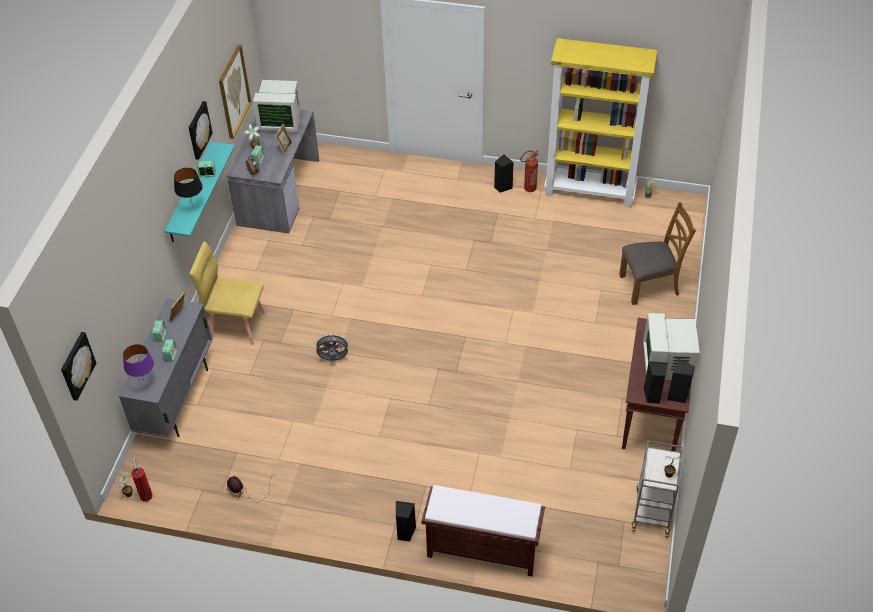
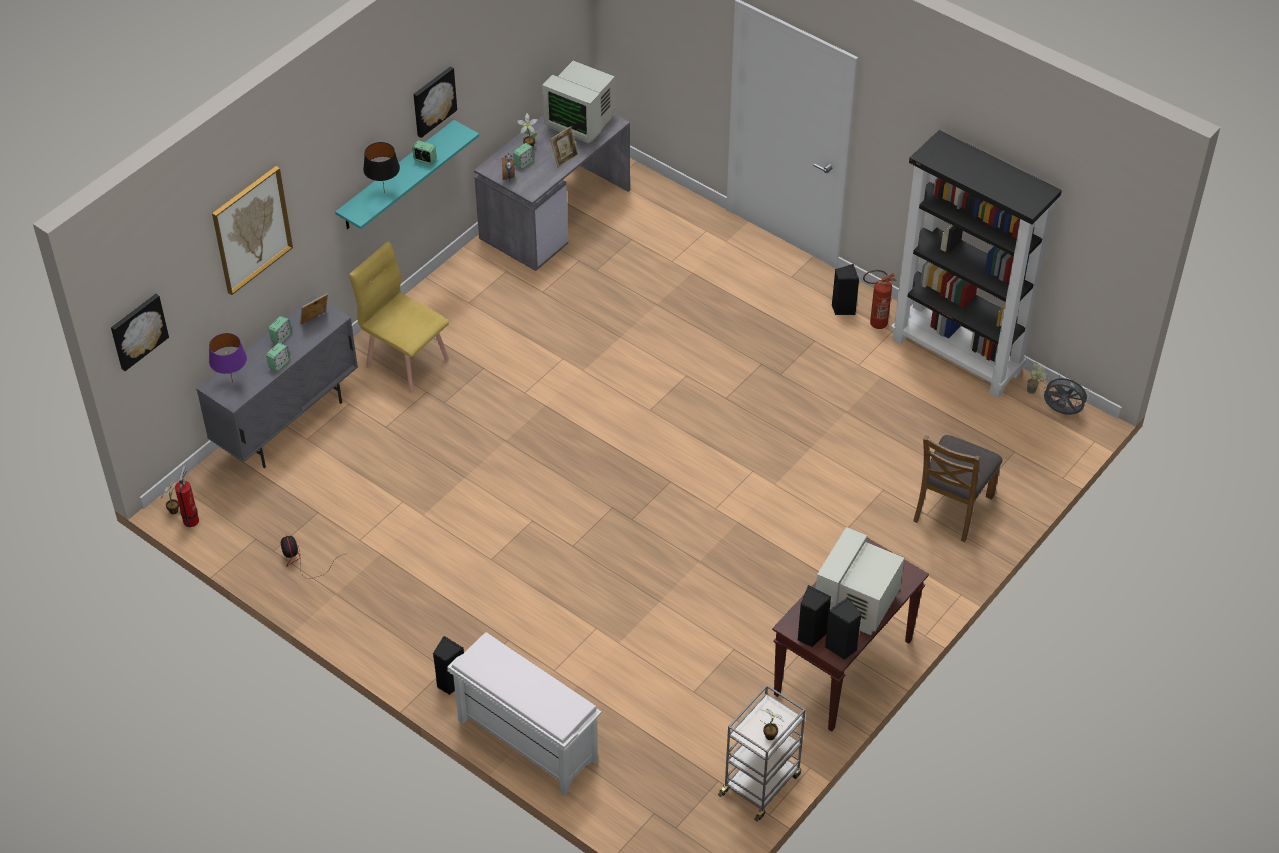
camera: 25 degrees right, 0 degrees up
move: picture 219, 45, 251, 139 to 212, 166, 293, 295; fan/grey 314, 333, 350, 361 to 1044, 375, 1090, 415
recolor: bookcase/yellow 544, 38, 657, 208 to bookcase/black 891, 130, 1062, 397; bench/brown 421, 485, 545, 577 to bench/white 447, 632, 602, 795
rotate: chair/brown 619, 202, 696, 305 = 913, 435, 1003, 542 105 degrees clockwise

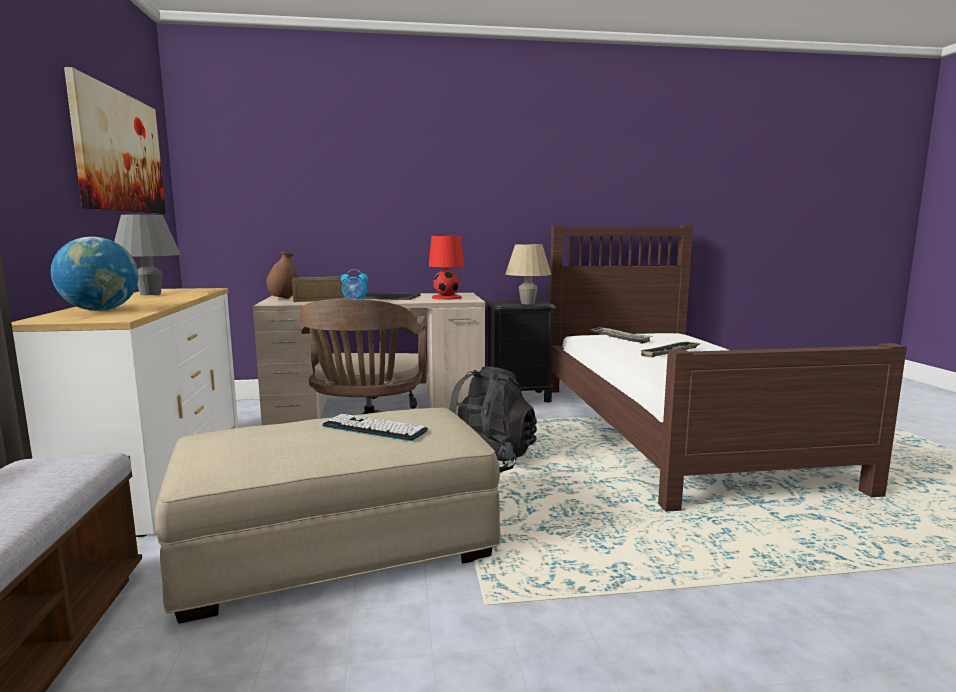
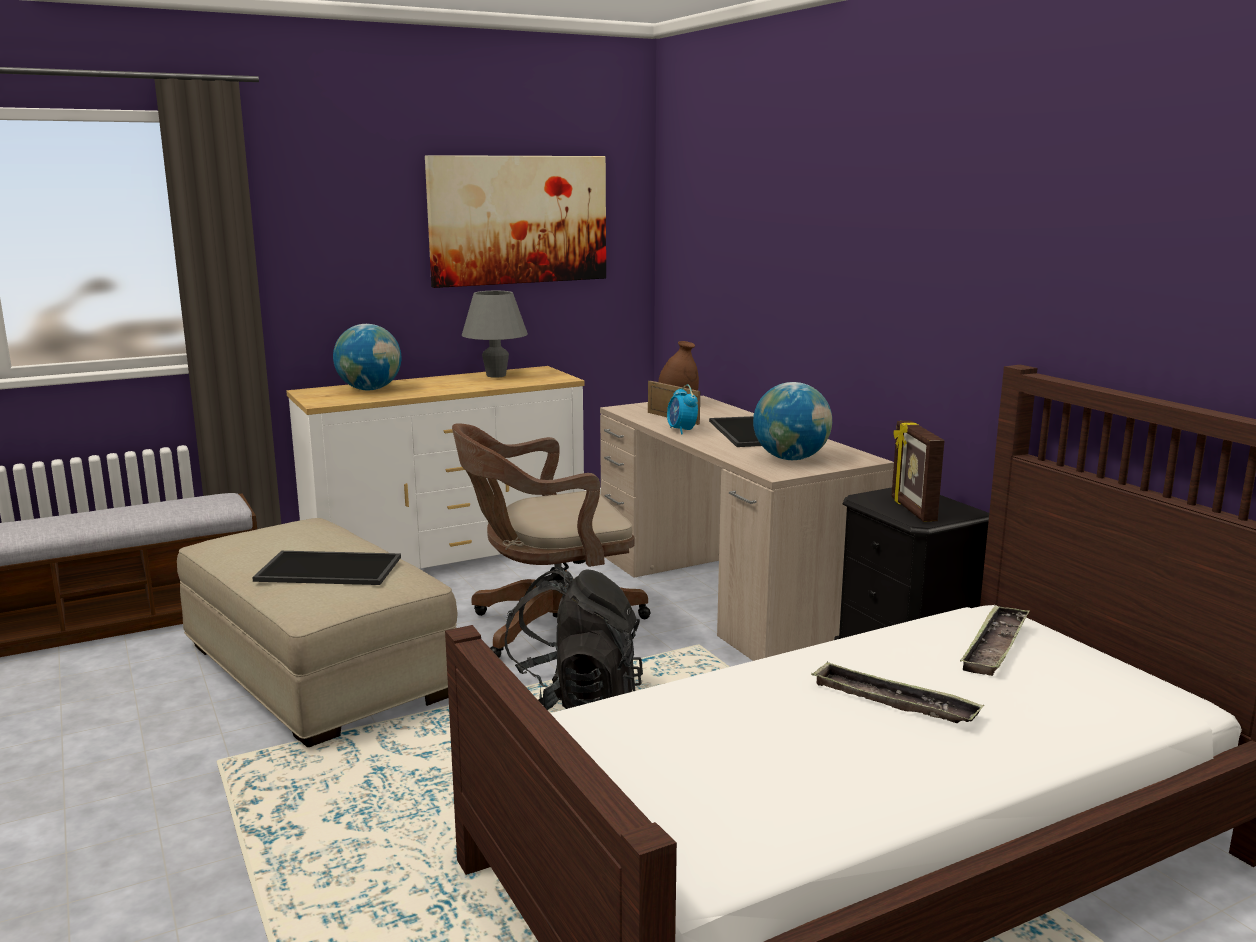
camera: 70 degrees right, 5 degrees up
replace: table lamp/red 429, 236, 464, 300 to globe 753, 382, 832, 460; table lamp/beige 505, 244, 552, 304 to picture frame 892, 421, 944, 522; keyboard 322, 414, 428, 441 to tray 252, 551, 401, 585

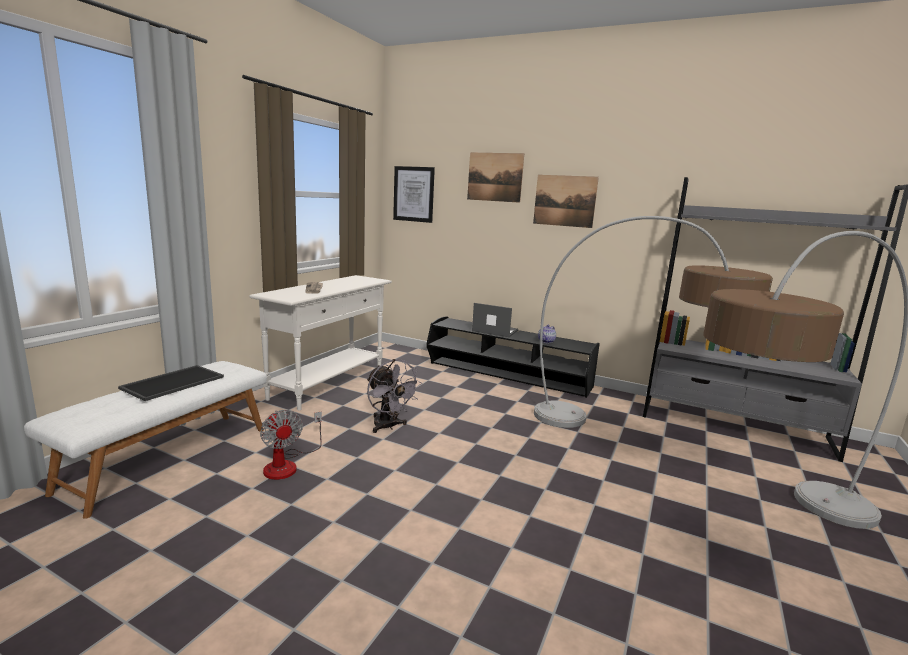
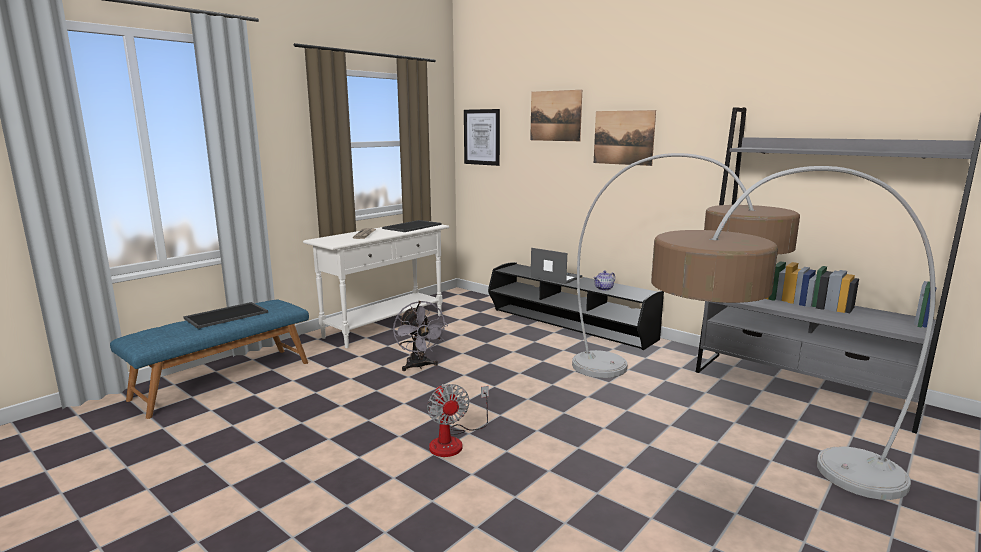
camera: 15 degrees right, 0 degrees up
insert: tray 382, 220, 442, 232
move: fan 260, 410, 322, 480 to 427, 384, 489, 457
recolor: bench/white 24, 361, 267, 519 to bench/blue 110, 300, 309, 419

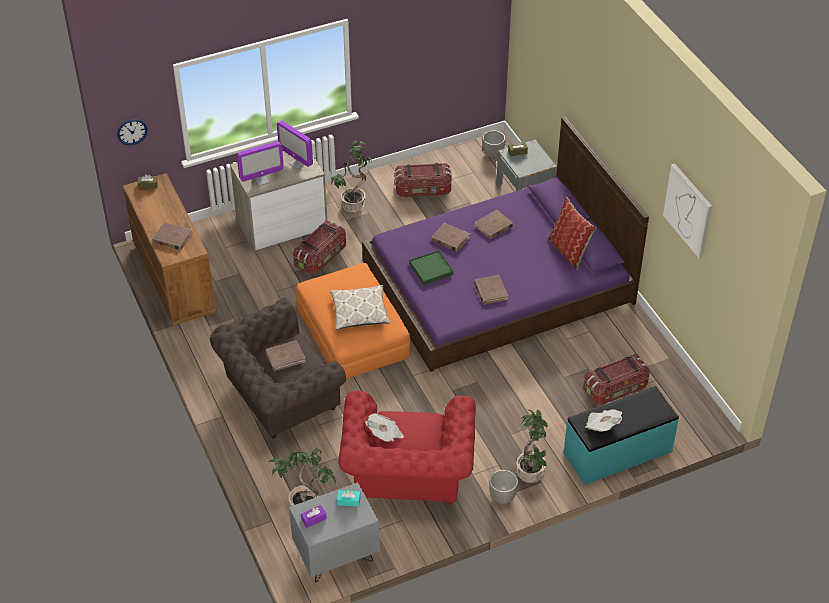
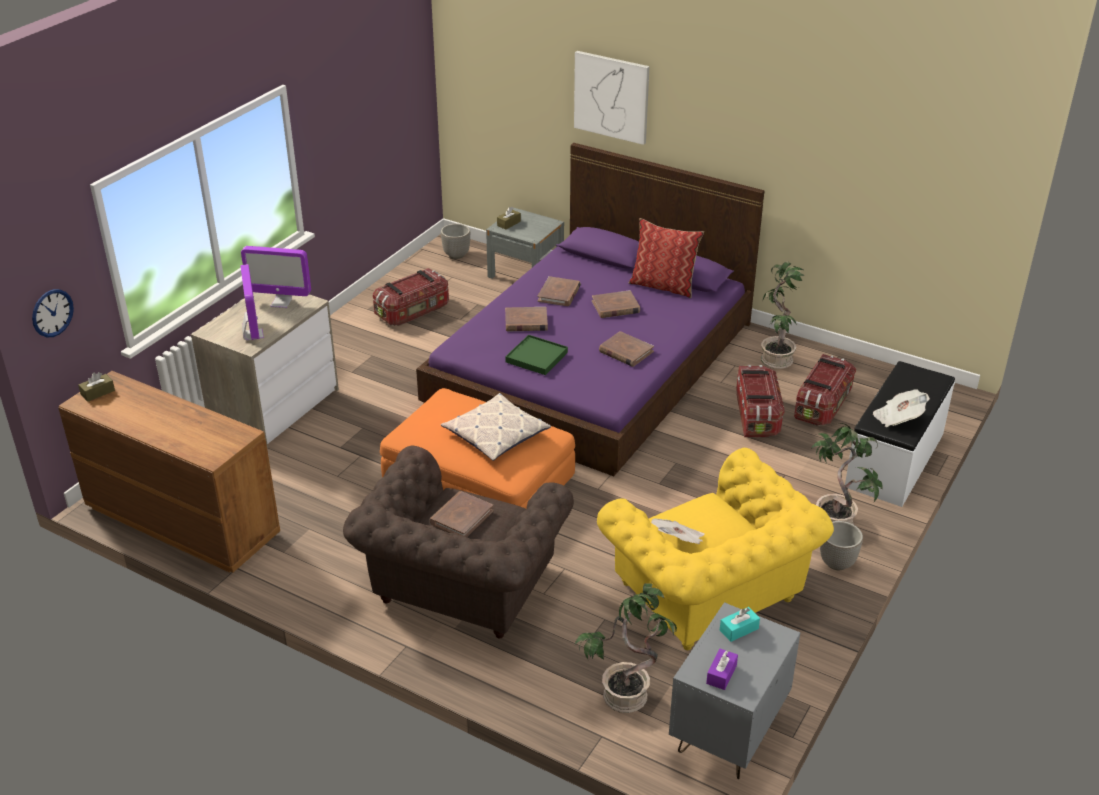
camera: 35 degrees left, 10 degrees down
move: potted plant 331, 141, 372, 213 to 761, 261, 805, 369; picture 663, 163, 712, 258 to 574, 51, 650, 145; storage box 293, 220, 346, 274 to 737, 365, 785, 437; book/brown 152, 222, 193, 250 to 592, 290, 640, 318
recolor: bench/turquoise 564, 386, 679, 485 to bench/white 845, 361, 955, 507; armchair/red 338, 391, 476, 505 to armchair/yellow 597, 448, 834, 650
rotate: monitor 237, 141, 284, 186 = 241, 264, 264, 340 45 degrees counterclockwise

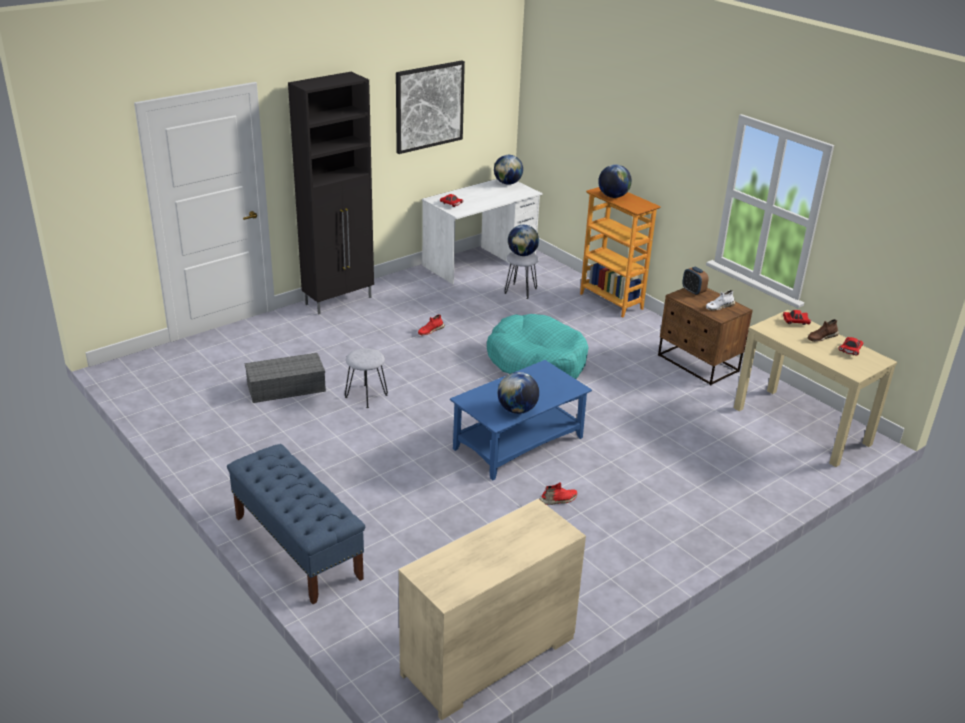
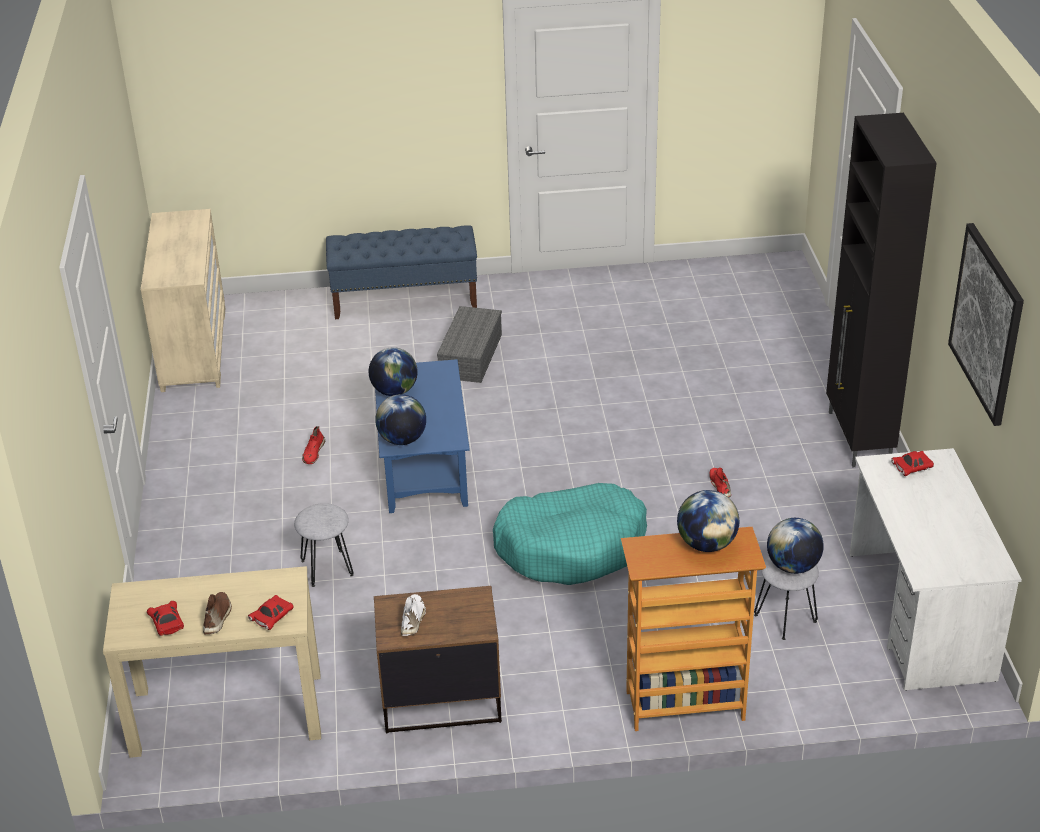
camera: 125 degrees right, 5 degrees up
delete: alarm clock 682, 267, 709, 295
move: globe 494, 155, 523, 185 to 375, 394, 426, 445; stool/grey 345, 348, 388, 408 to 294, 503, 354, 587; storage box/grey 245, 353, 326, 403 to 437, 306, 502, 383

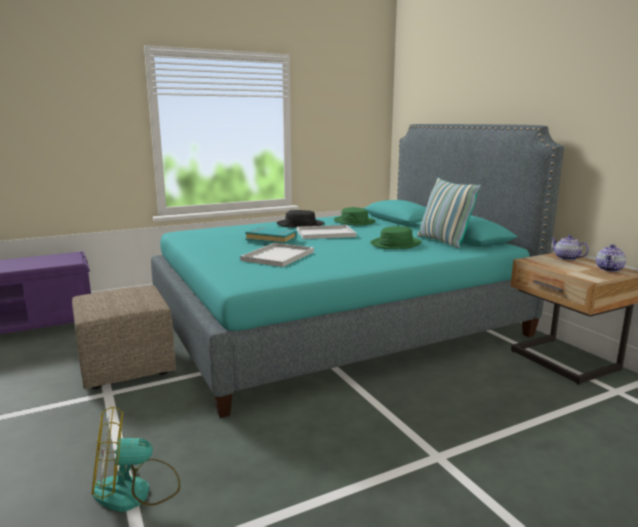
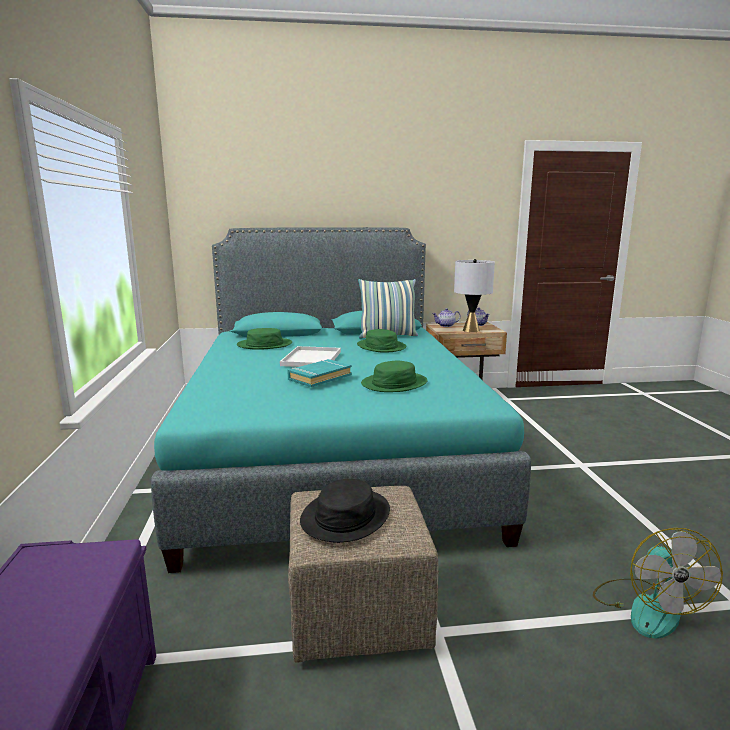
camera: 70 degrees left, 0 degrees up
insert: table lamp/grey 454, 259, 495, 332
move: hat/black 277, 210, 324, 228 to 300, 479, 390, 543
replace: tray/white 240, 243, 314, 267 to hat/green 361, 360, 428, 392

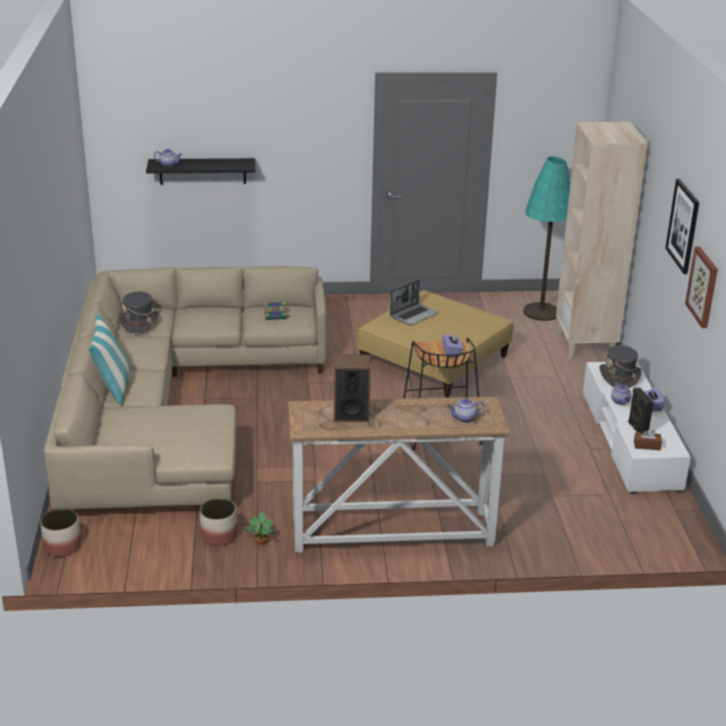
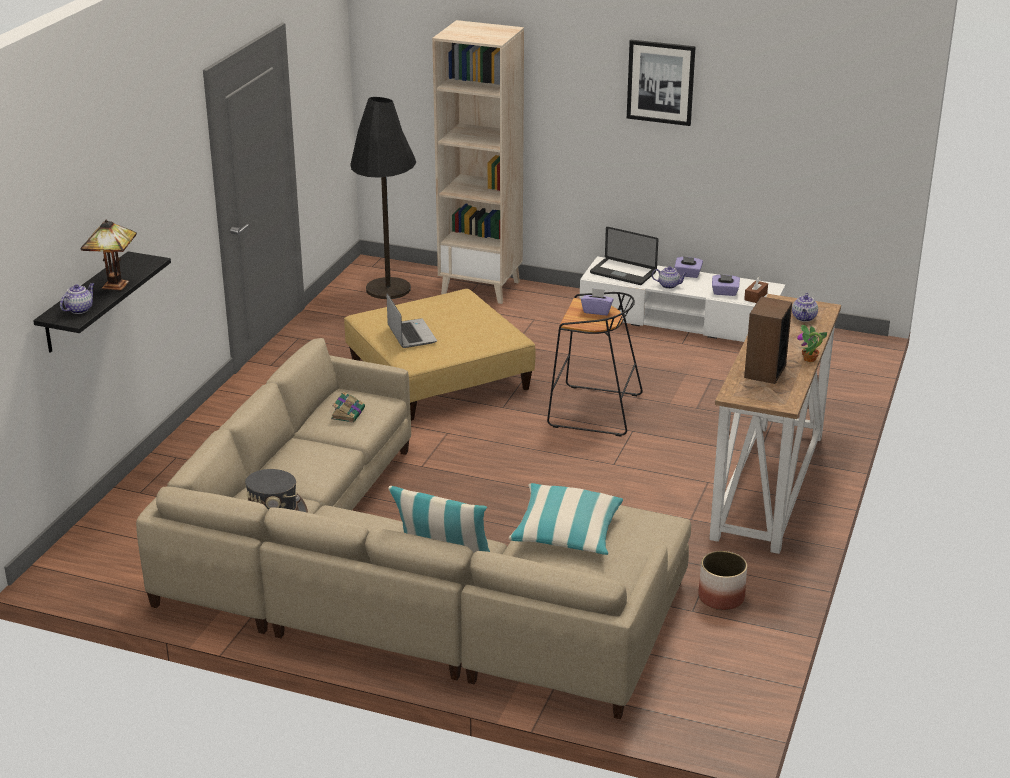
camera: 65 degrees left, 0 degrees up
delete: picture 685, 247, 718, 328; planter 40, 508, 81, 557
insert: table lamp 81, 220, 137, 291; pillow 509, 483, 623, 555
move: potted plant 244, 513, 278, 546 to 797, 325, 827, 362
replace: hat/grey 599, 345, 642, 388 to laptop 590, 227, 658, 285; speaker/black 628, 388, 653, 433 to tissue box/purple 712, 274, 740, 296
recolor: floor lamp/turquoise 523, 156, 570, 321 to floor lamp/black 350, 97, 416, 299

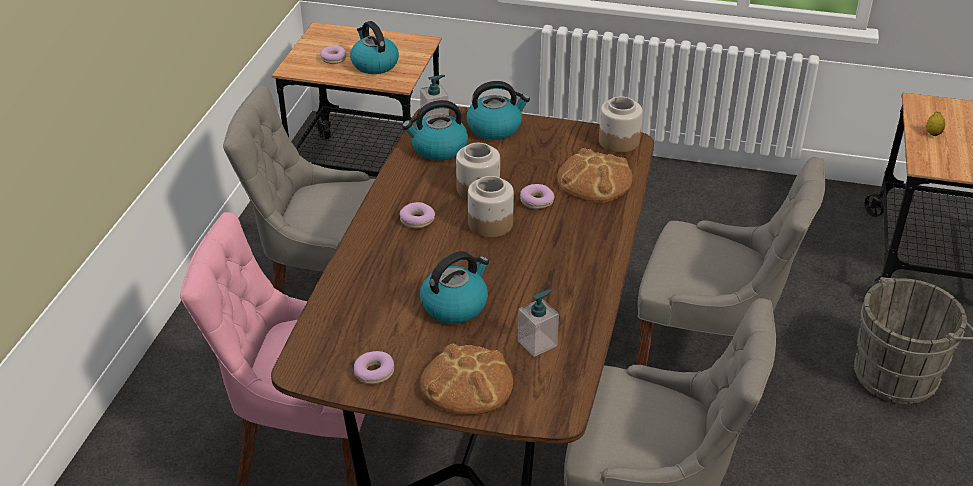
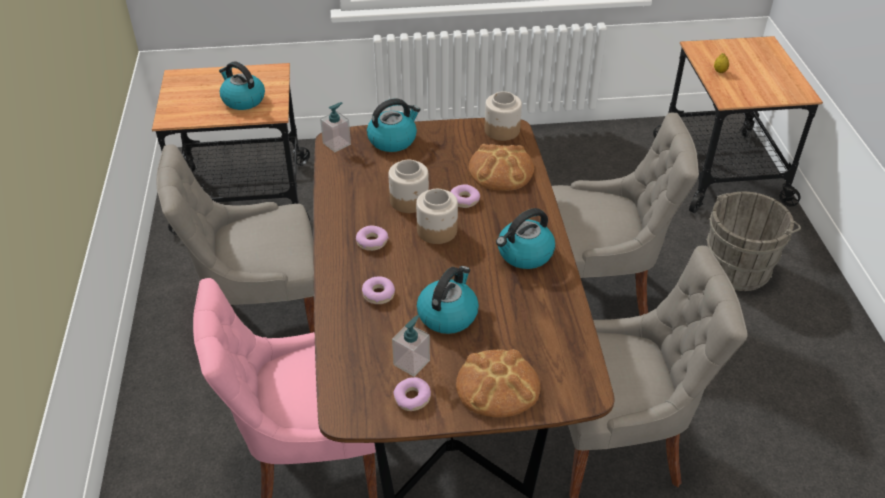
camera: 20 degrees left, 5 degrees up
move: donut 320, 46, 346, 64 to 362, 276, 395, 304; kettle 402, 100, 468, 161 to 496, 208, 555, 269; soap dispenser 518, 289, 559, 357 to 392, 315, 430, 377

